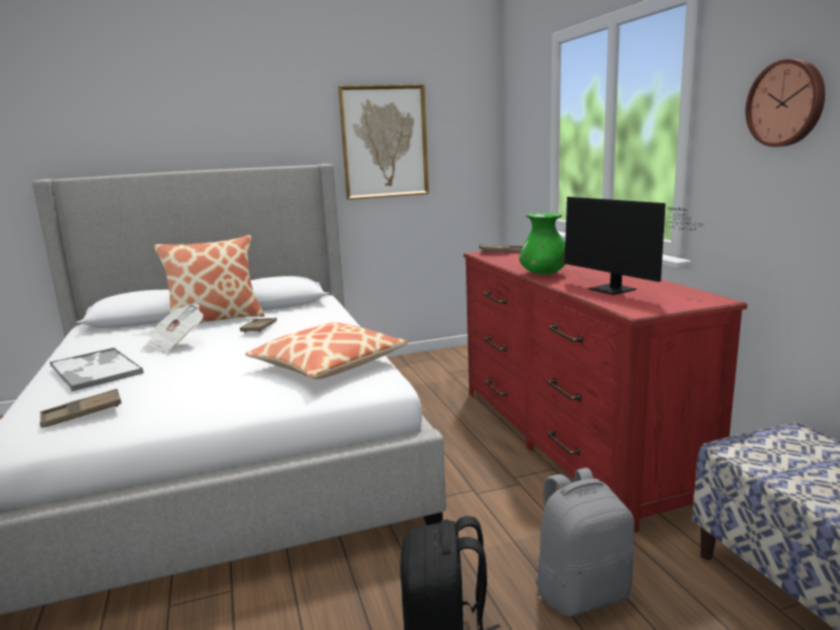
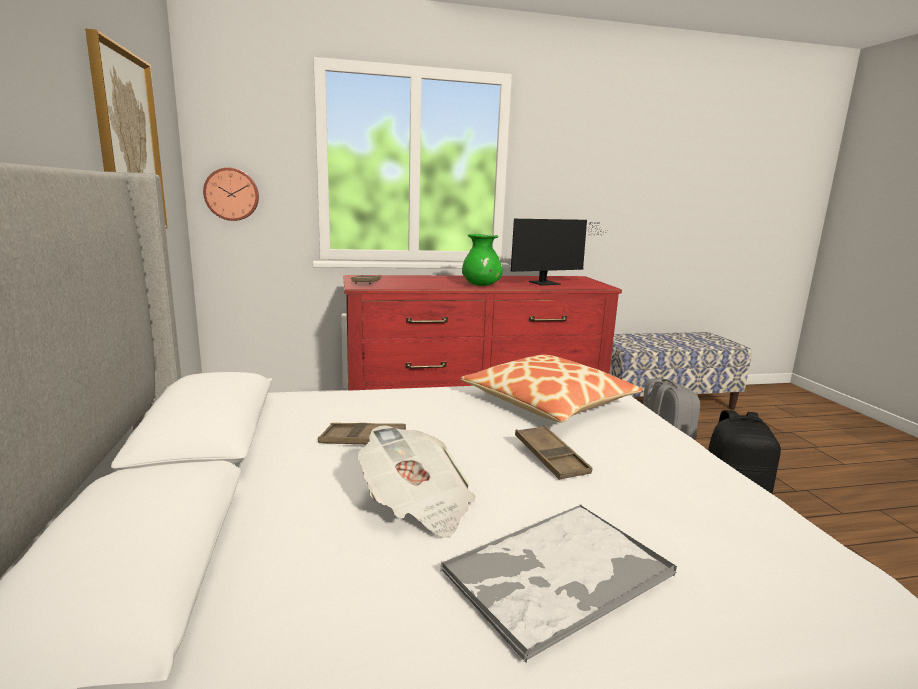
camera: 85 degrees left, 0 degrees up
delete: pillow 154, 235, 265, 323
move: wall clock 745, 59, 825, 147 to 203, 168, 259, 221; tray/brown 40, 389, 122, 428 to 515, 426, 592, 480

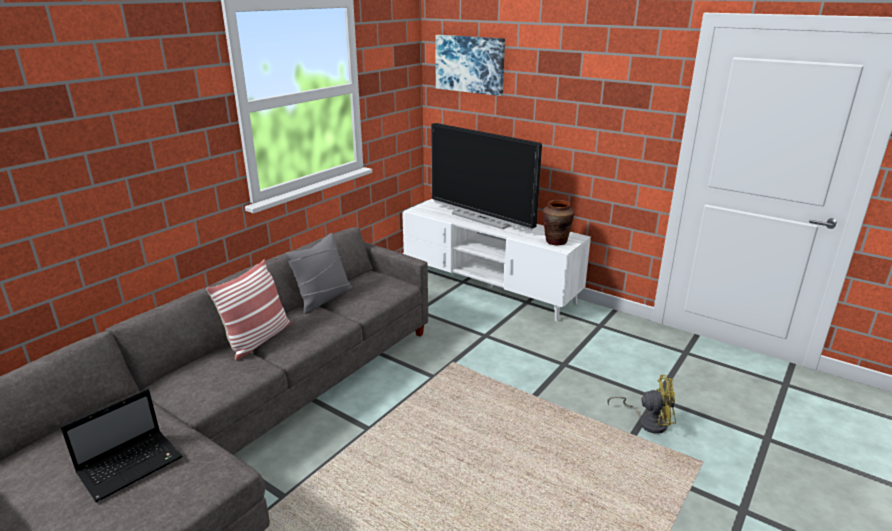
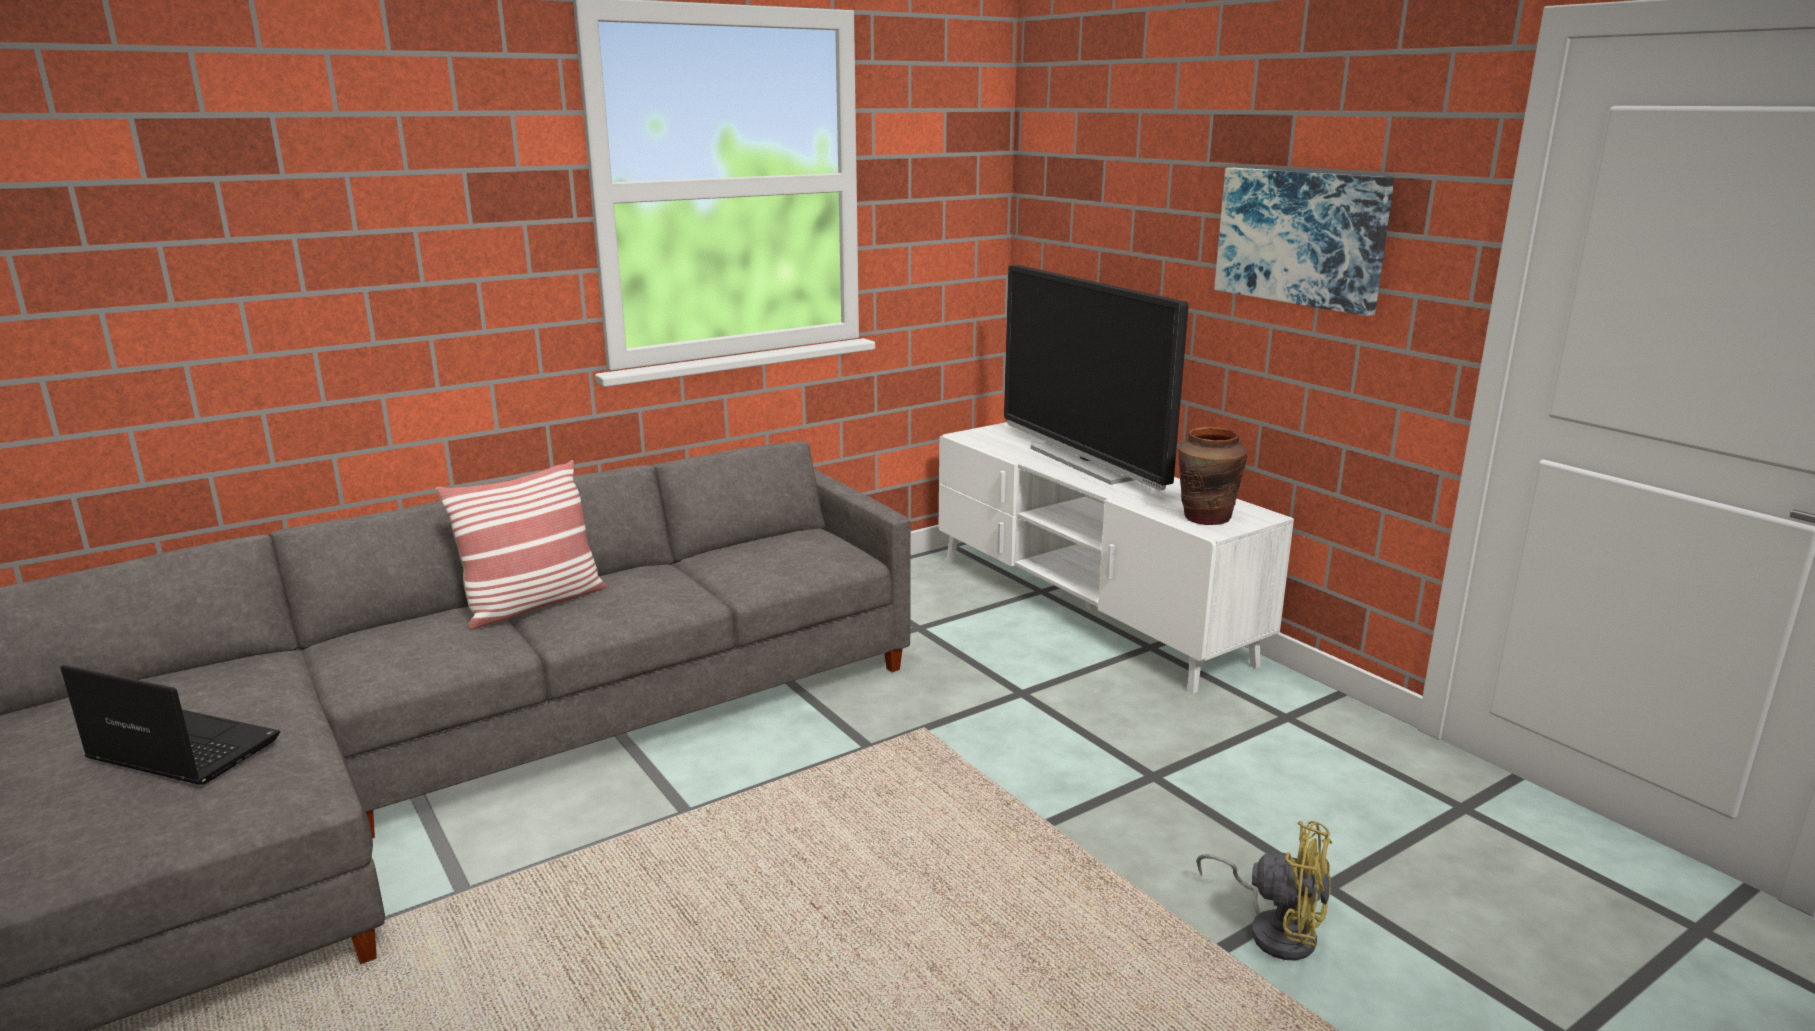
camera: 20 degrees right, 5 degrees down
delete: pillow/grey 284, 233, 352, 314
move: picture 435, 35, 505, 96 to 1214, 168, 1394, 316
rotate: laptop 61, 389, 182, 502 = 60, 665, 280, 785 135 degrees counterclockwise

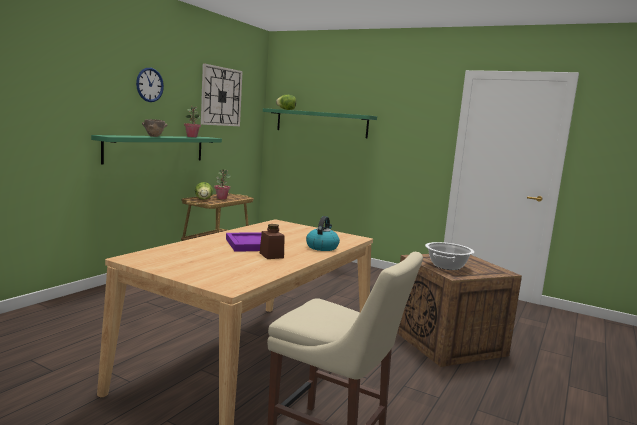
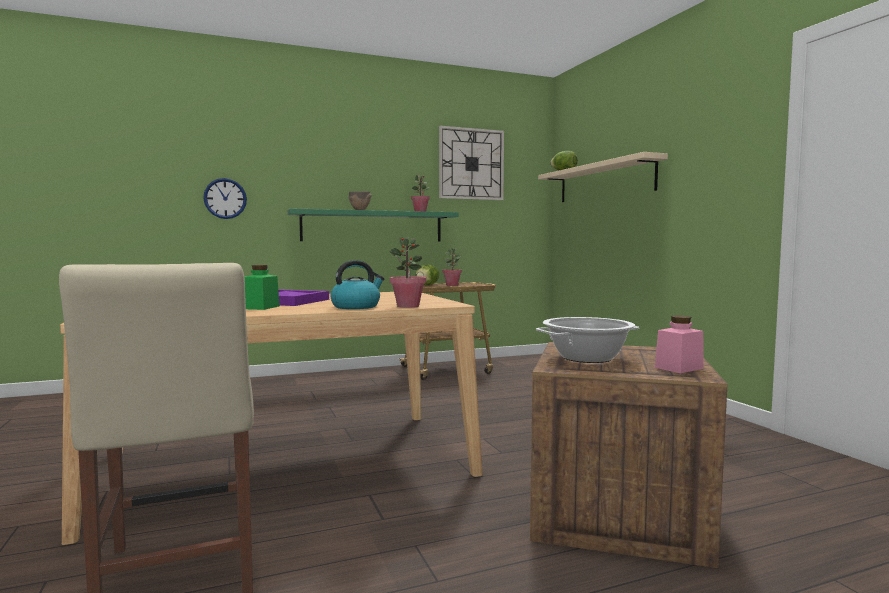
camera: 40 degrees right, 5 degrees down
insert: potted plant 389, 237, 426, 308; jar/pink 655, 316, 704, 373
move: wall clock 136, 68, 164, 102 to 203, 178, 247, 219
recolor: shelf/green 263, 108, 377, 138 to shelf/beige 538, 152, 668, 202; jar/brown 260, 224, 285, 259 to jar/green 245, 265, 280, 310

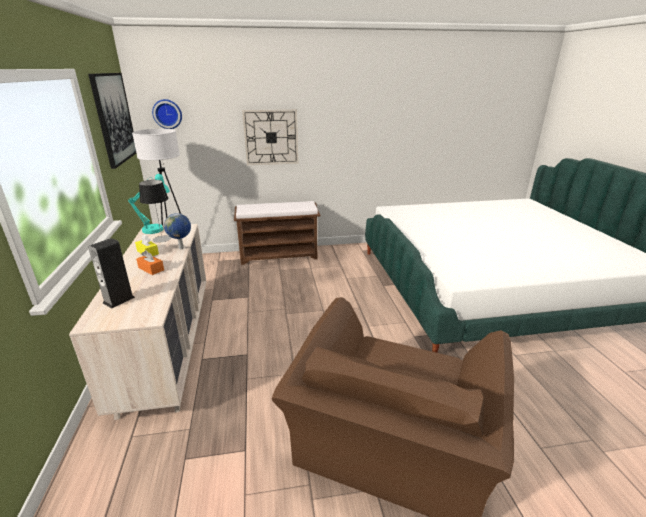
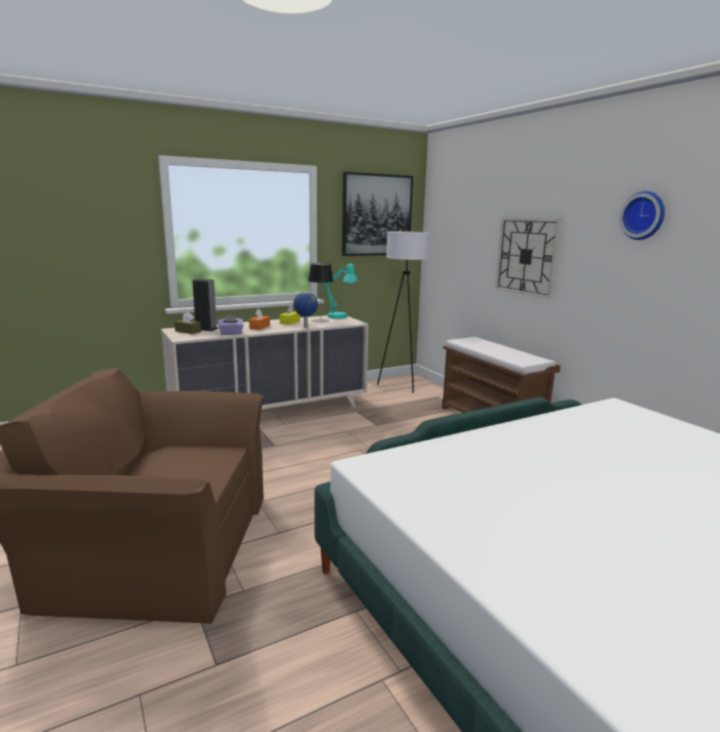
camera: 70 degrees right, 10 degrees down
insert: tissue box/brown 175, 312, 201, 334; tissue box/purple 218, 315, 244, 335
move: wall clock 152, 99, 182, 129 to 619, 191, 665, 240

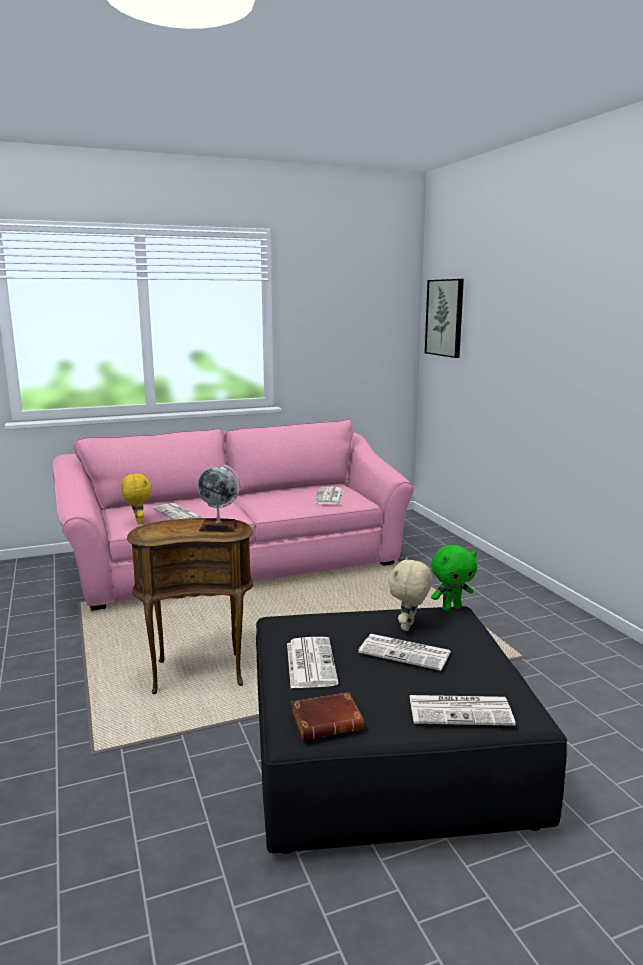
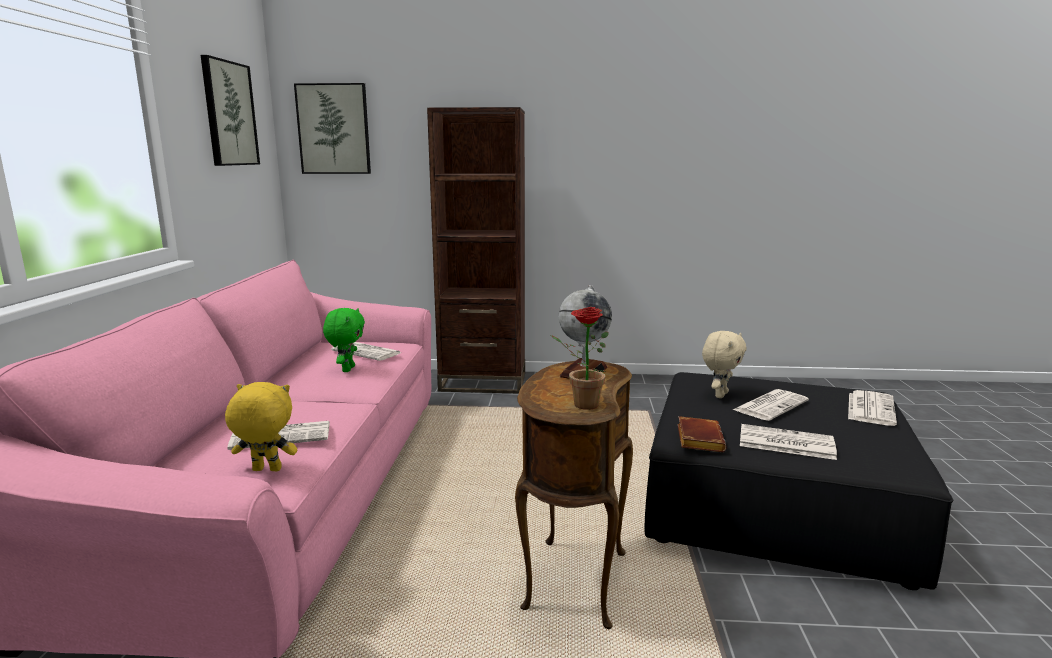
camera: 65 degrees left, 0 degrees up
insert: picture 201, 55, 260, 166; bookcase/brown 427, 107, 525, 394; potted plant 551, 307, 609, 410
move: plush toy/green 431, 545, 477, 611 to 323, 308, 365, 372; book/brown 291, 692, 364, 740 to 677, 416, 727, 452
rotate: plush toy/beige 388, 557, 433, 631 = 702, 331, 747, 398 105 degrees counterclockwise

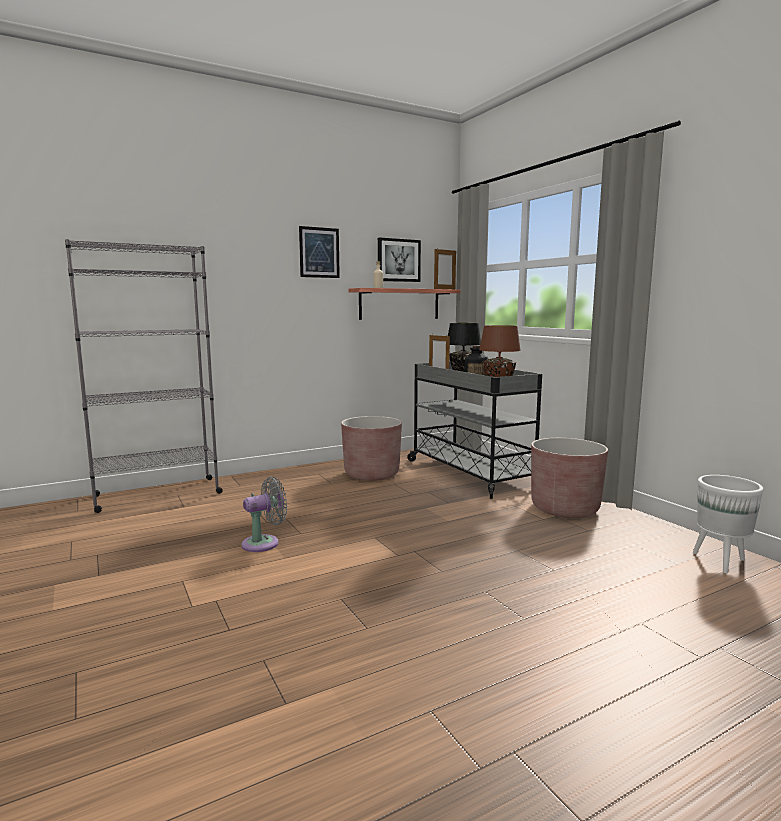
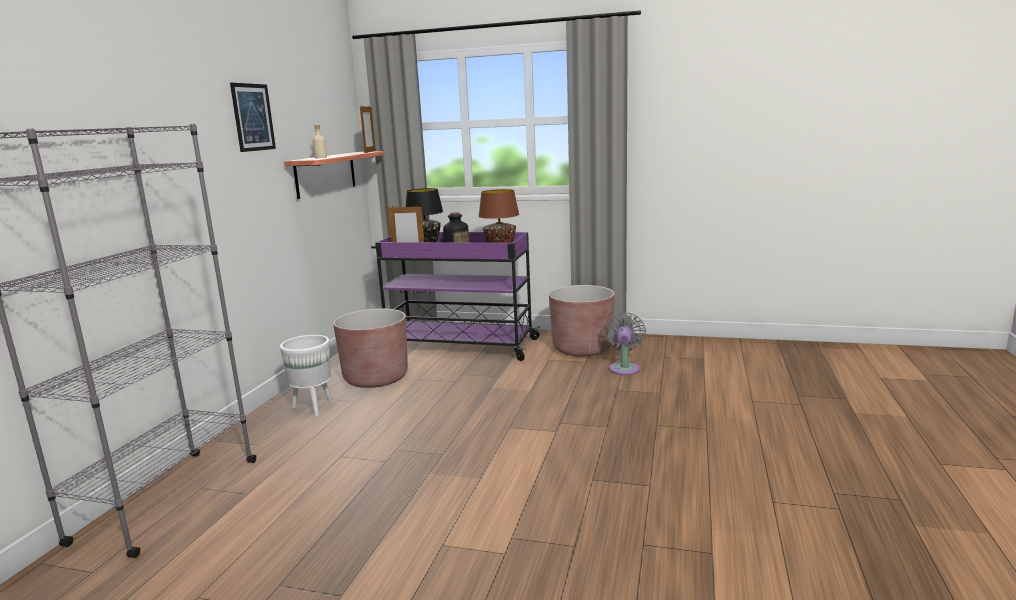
camera: 45 degrees left, 5 degrees up
delete: picture 378, 238, 421, 282
move: planter/white 693, 475, 763, 573 to 280, 335, 332, 417; fan/grey 242, 477, 287, 552 to 605, 312, 646, 375
recolor: cart/grey 407, 362, 542, 499 to cart/purple 371, 232, 540, 361

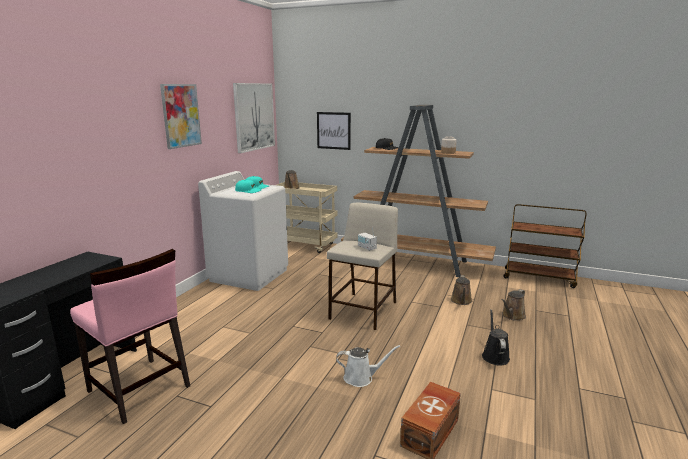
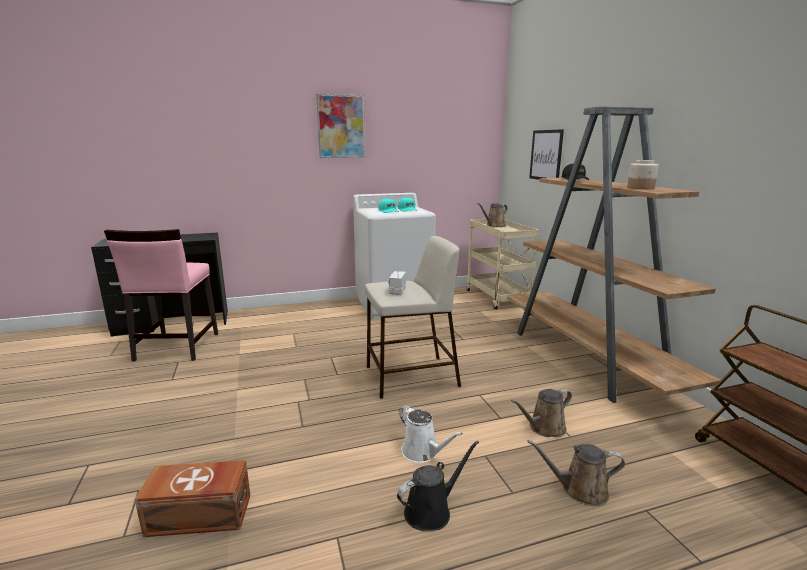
camera: 50 degrees right, 0 degrees up
delete: picture 233, 83, 275, 153
move: watering can/white 336, 345, 400, 387 to 398, 405, 463, 463

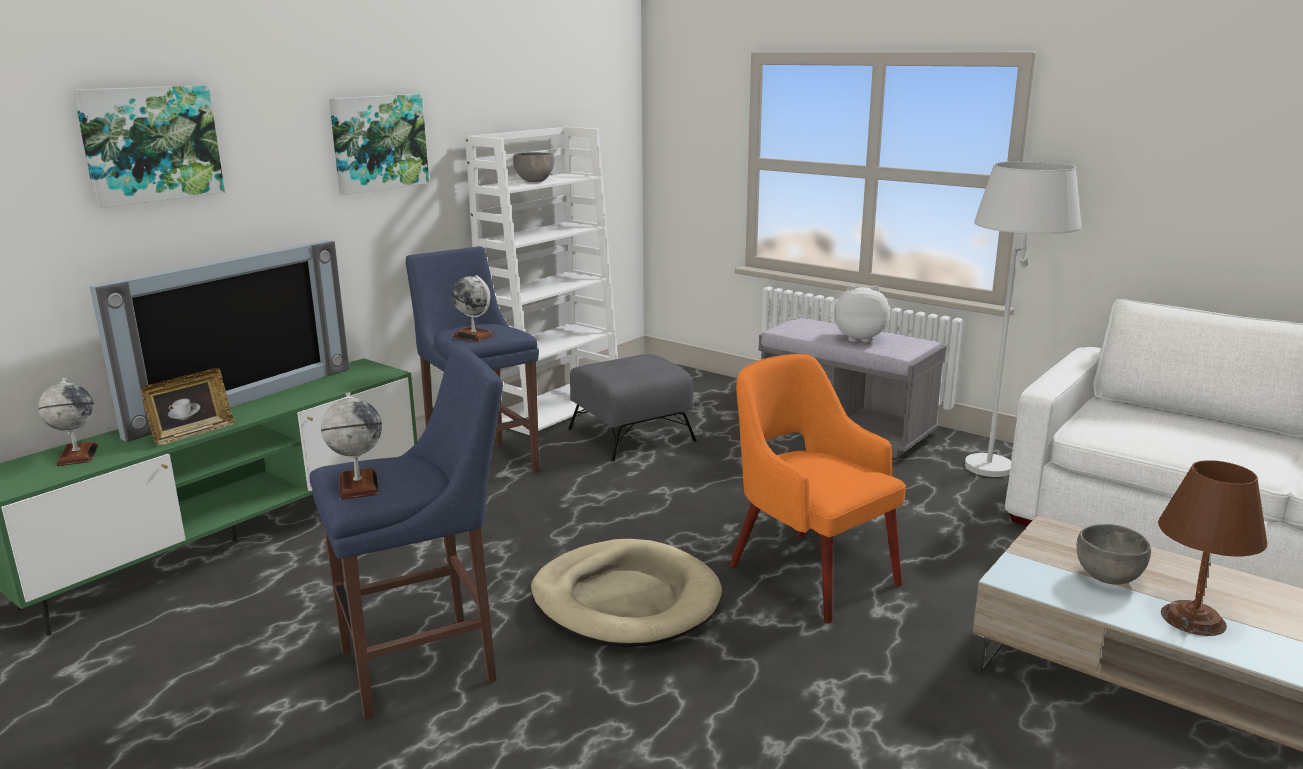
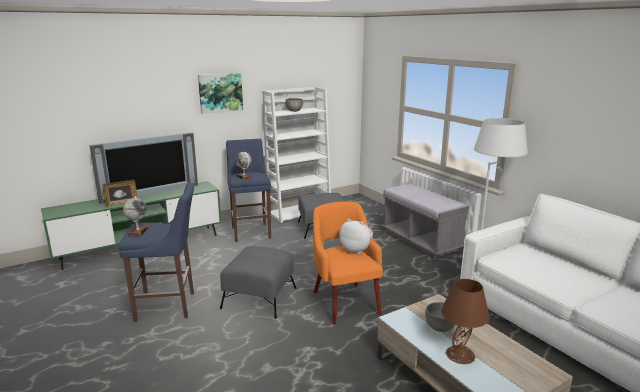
camera: 20 degrees right, 0 degrees up
delete: picture 73, 85, 225, 208; globe 38, 378, 98, 466
move: plush toy 834, 285, 889, 342 to 339, 219, 373, 254
replace: dog bed/beige 531, 539, 722, 647 to ottoman/grey 220, 246, 296, 319

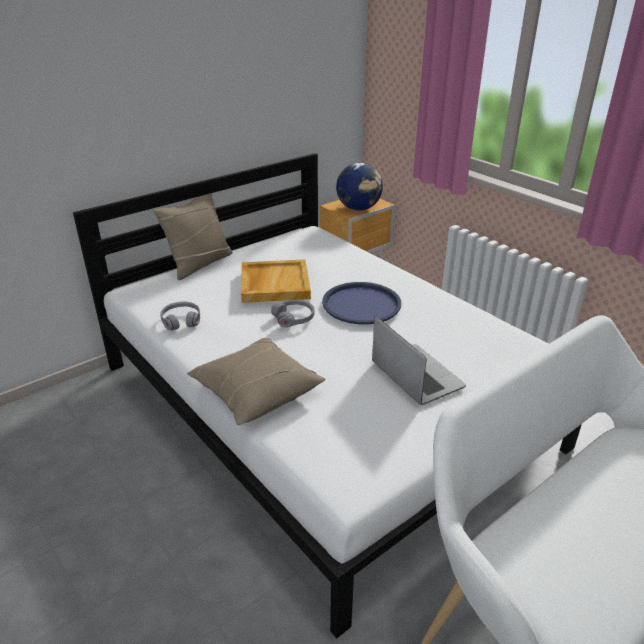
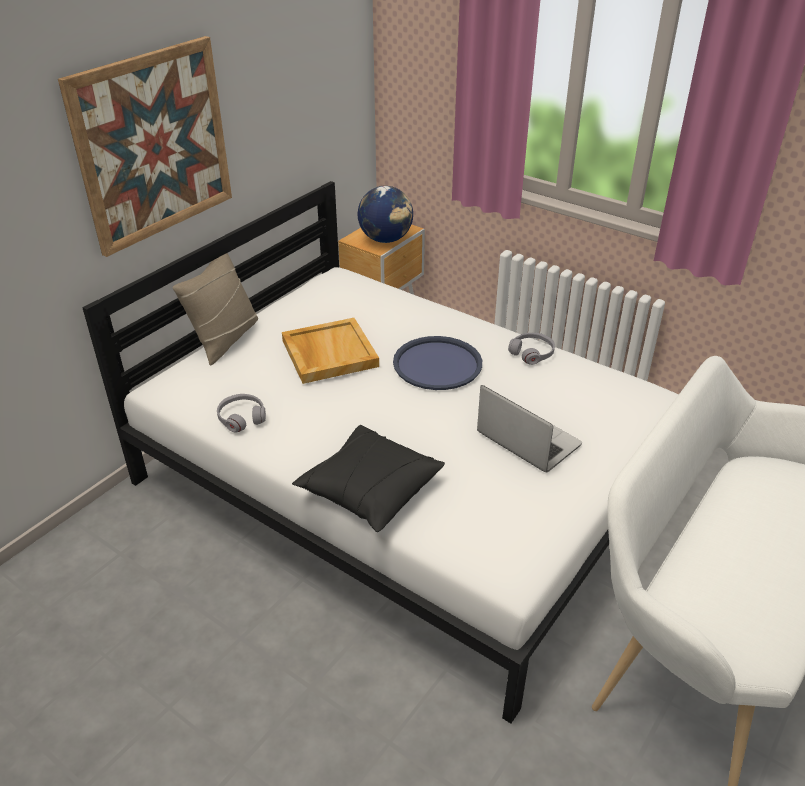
camera: 15 degrees left, 5 degrees up
insert: picture 58, 36, 232, 257
move: headphones/grey 271, 300, 315, 327 to 508, 333, 555, 365
recolor: pillow/beige 187, 338, 325, 425 to pillow/black 292, 425, 445, 532

